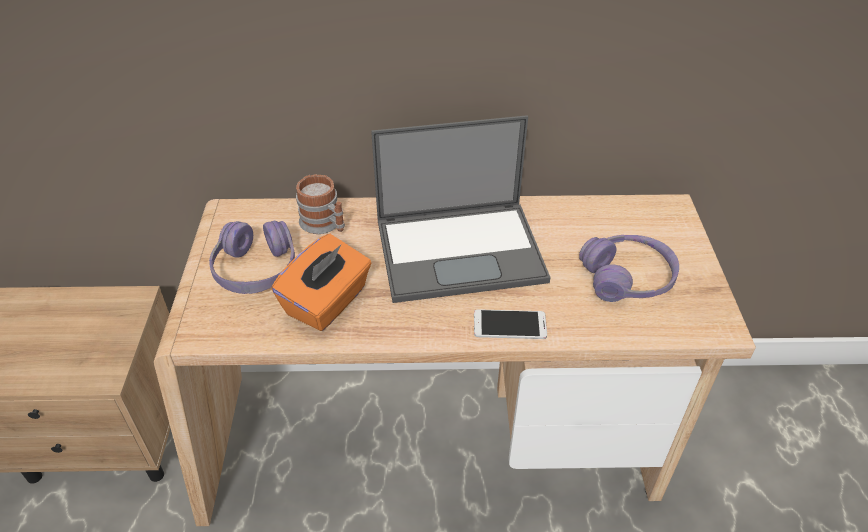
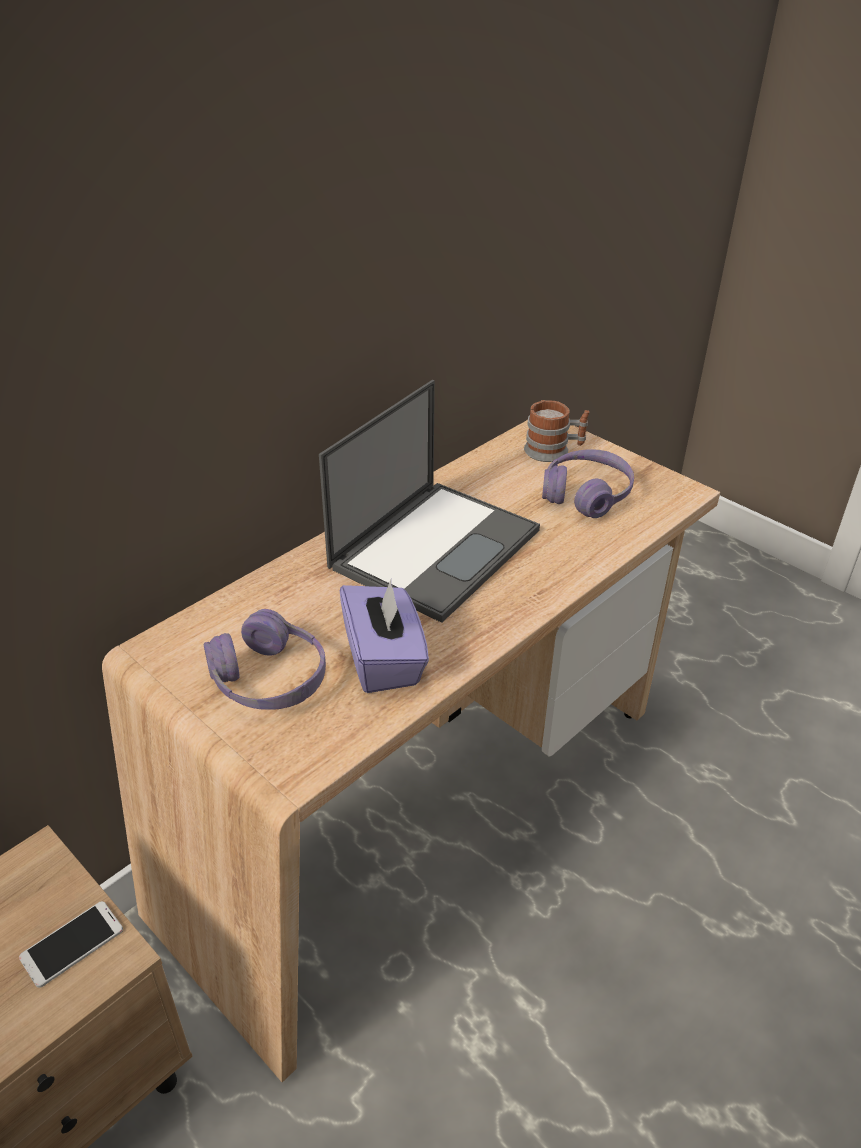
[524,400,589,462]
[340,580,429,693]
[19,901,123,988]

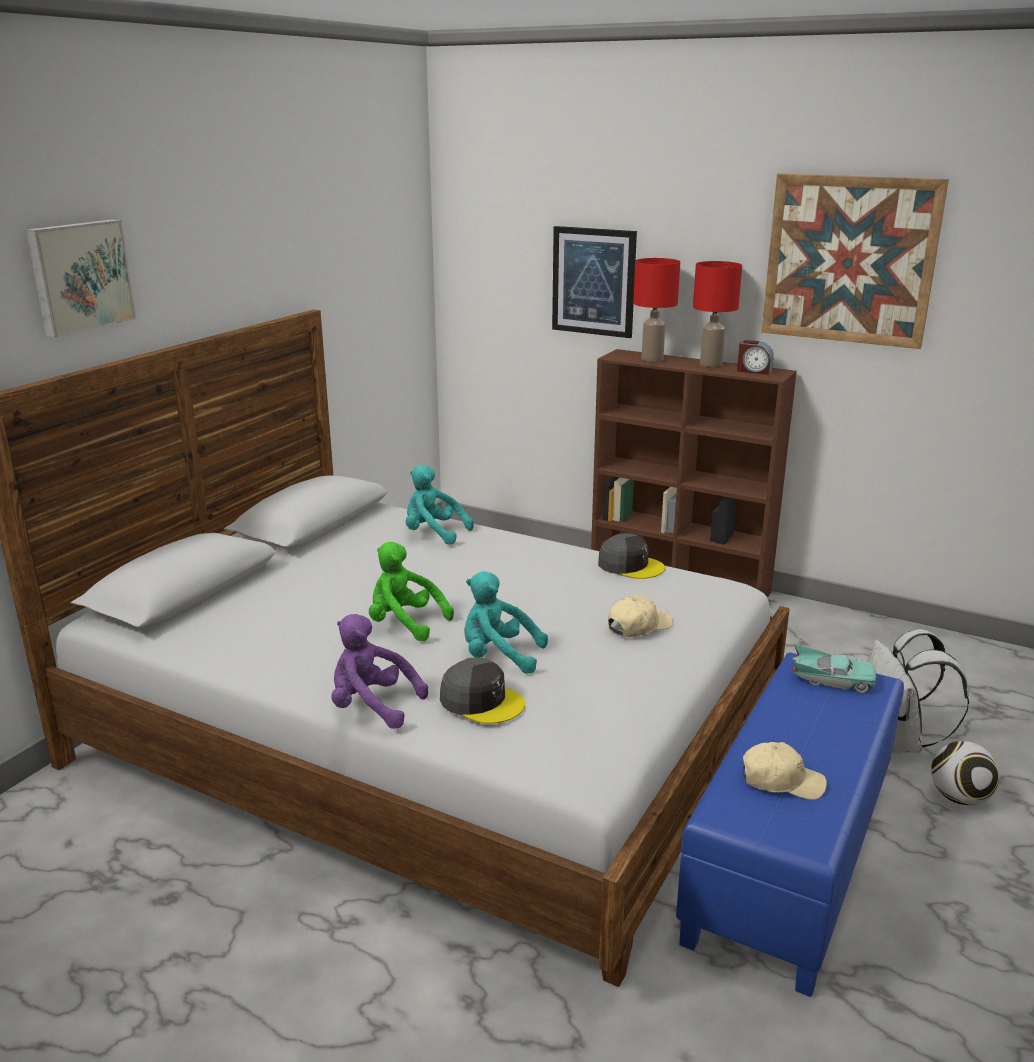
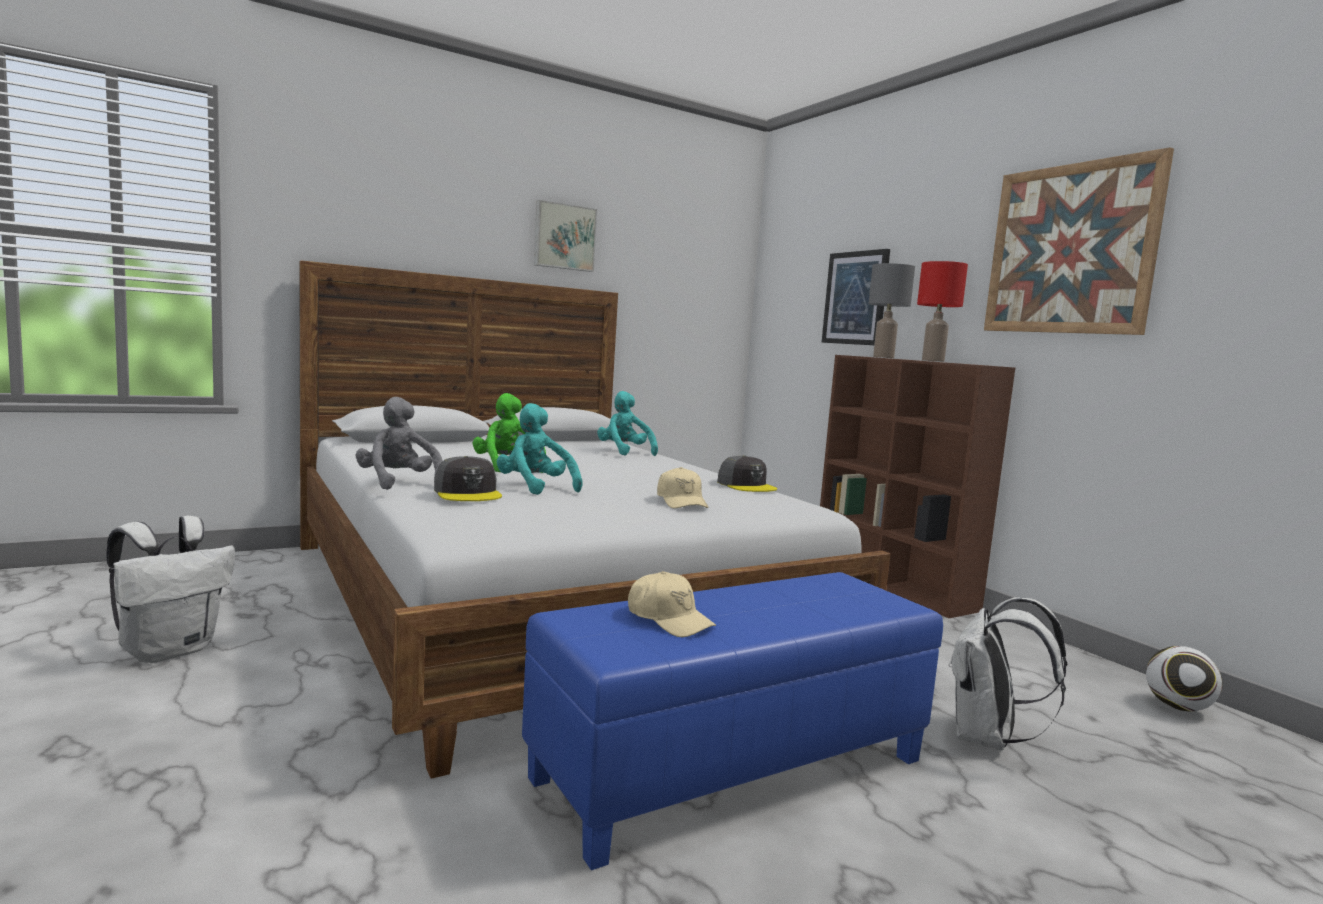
[534,200,597,272]
[869,263,915,358]
[737,340,774,375] (first image)
[657,467,708,508]
[355,397,443,490]
[791,644,876,693] (first image)
[1146,646,1222,711]
[106,516,235,663]

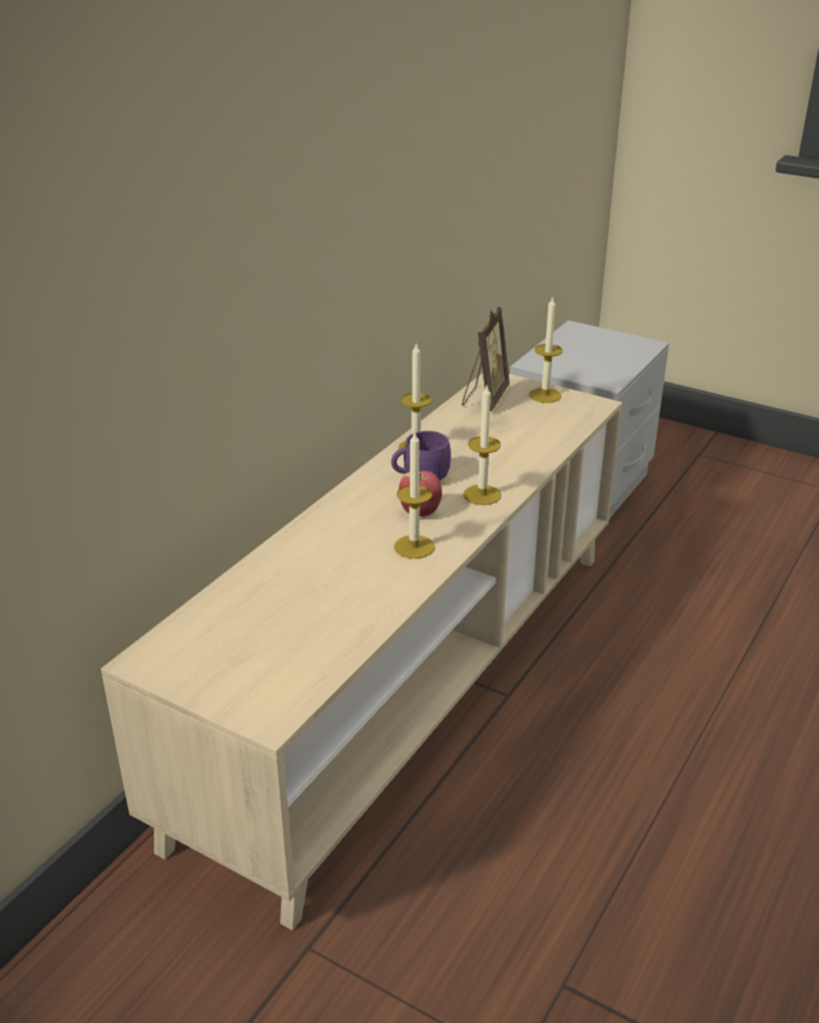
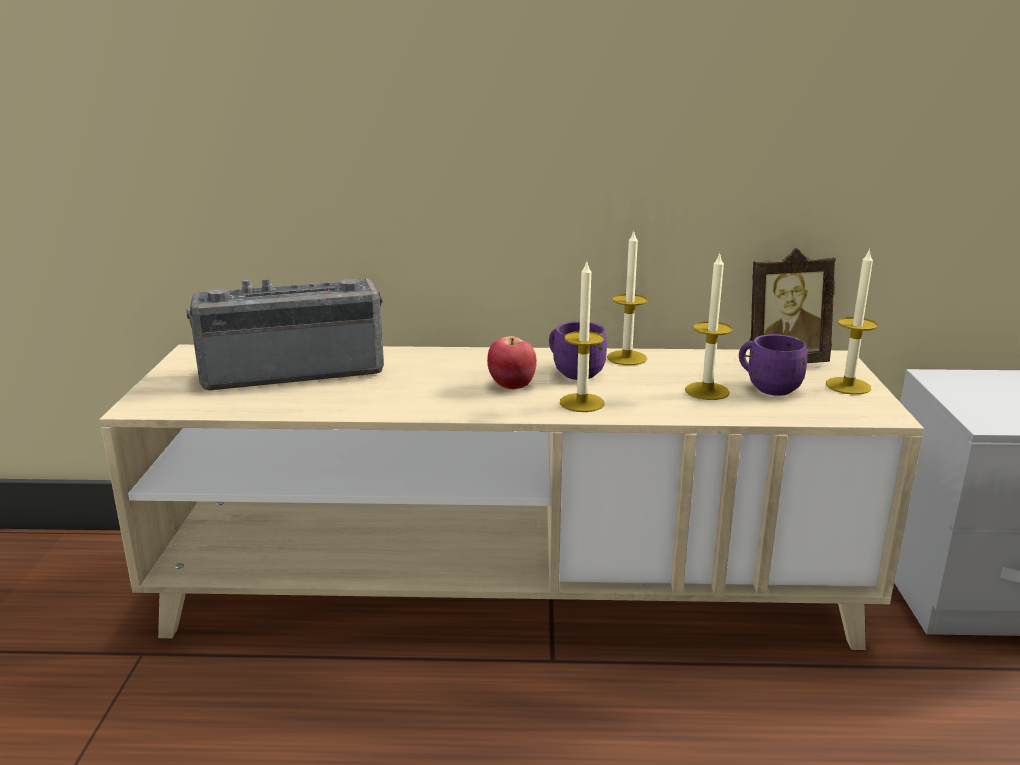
[685,253,733,400]
[187,278,384,390]
[739,334,807,396]

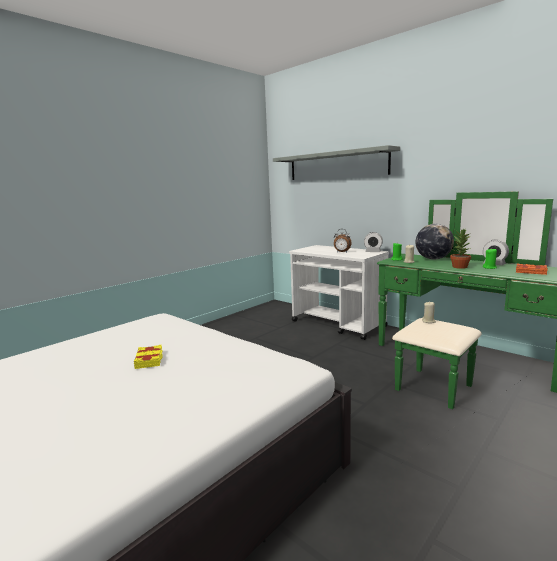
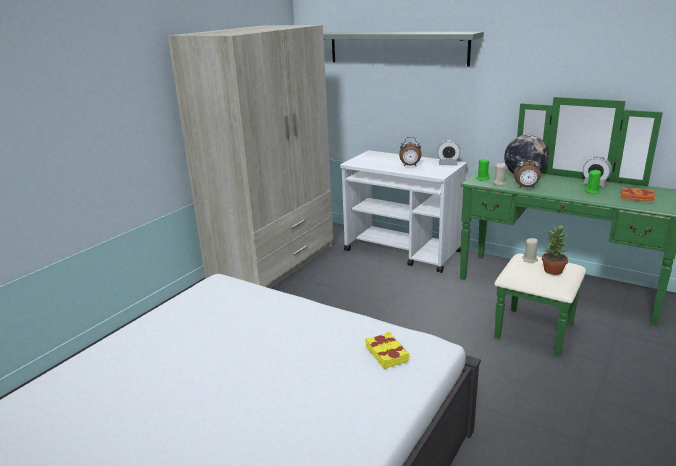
[542,225,569,275]
[365,332,409,369]
[168,25,333,288]
[514,155,542,188]

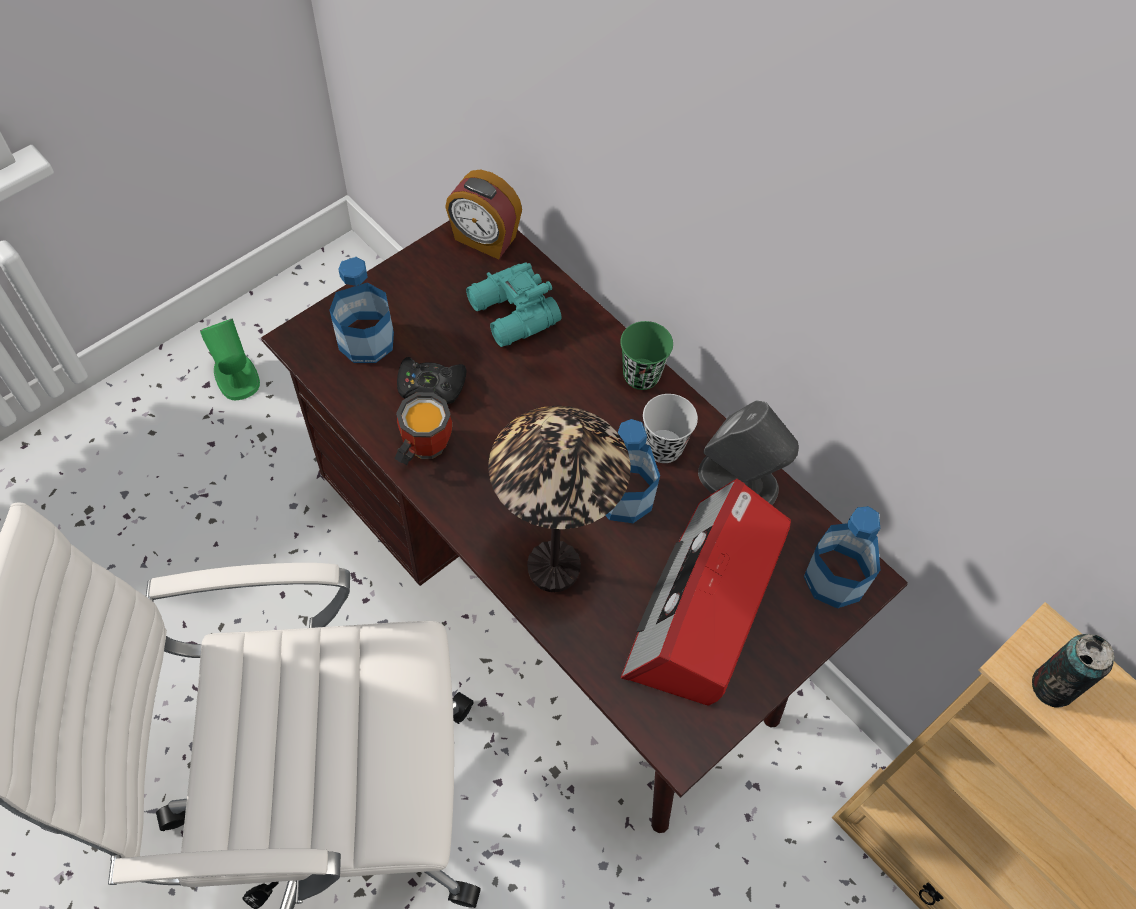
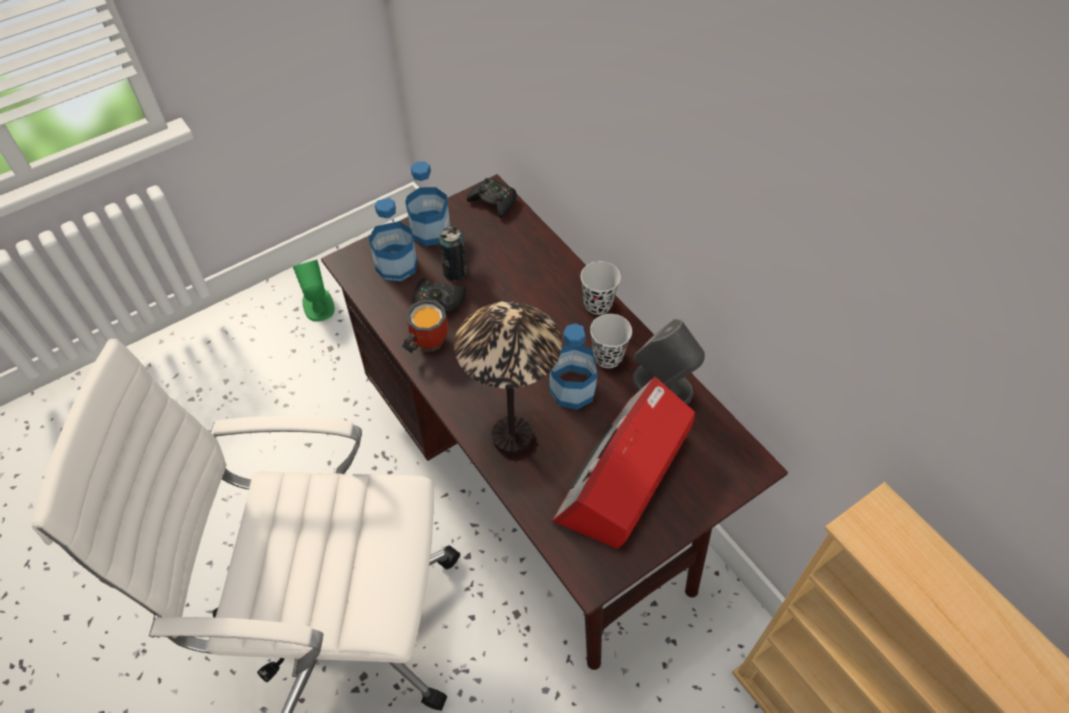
[467,178,517,218]
[466,262,561,347] (first image)
[581,261,621,315]
[405,161,450,246]
[439,227,468,281]

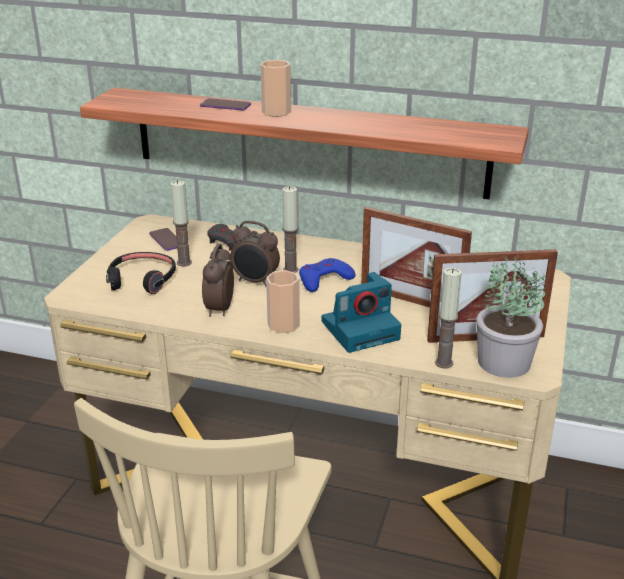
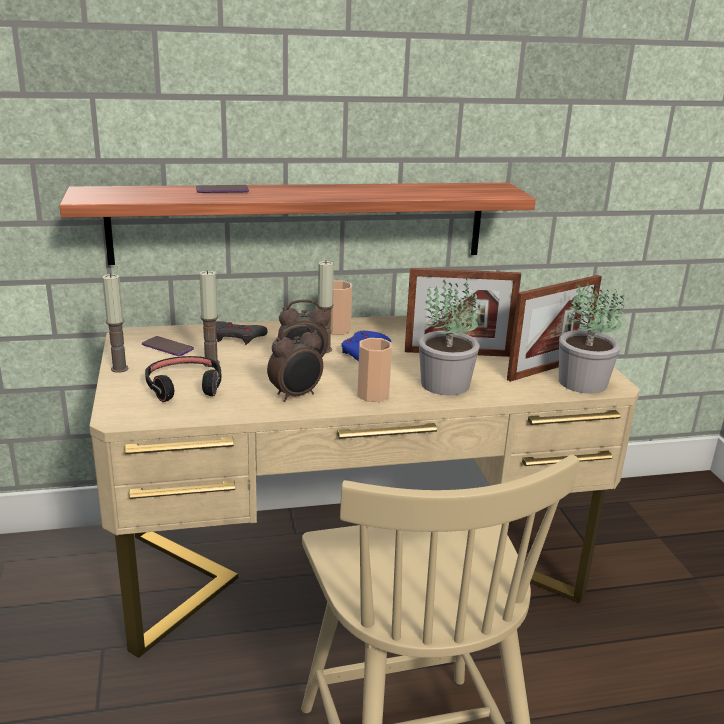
[330,280,352,334]
[267,324,323,402]
[102,273,129,373]
[419,277,480,395]

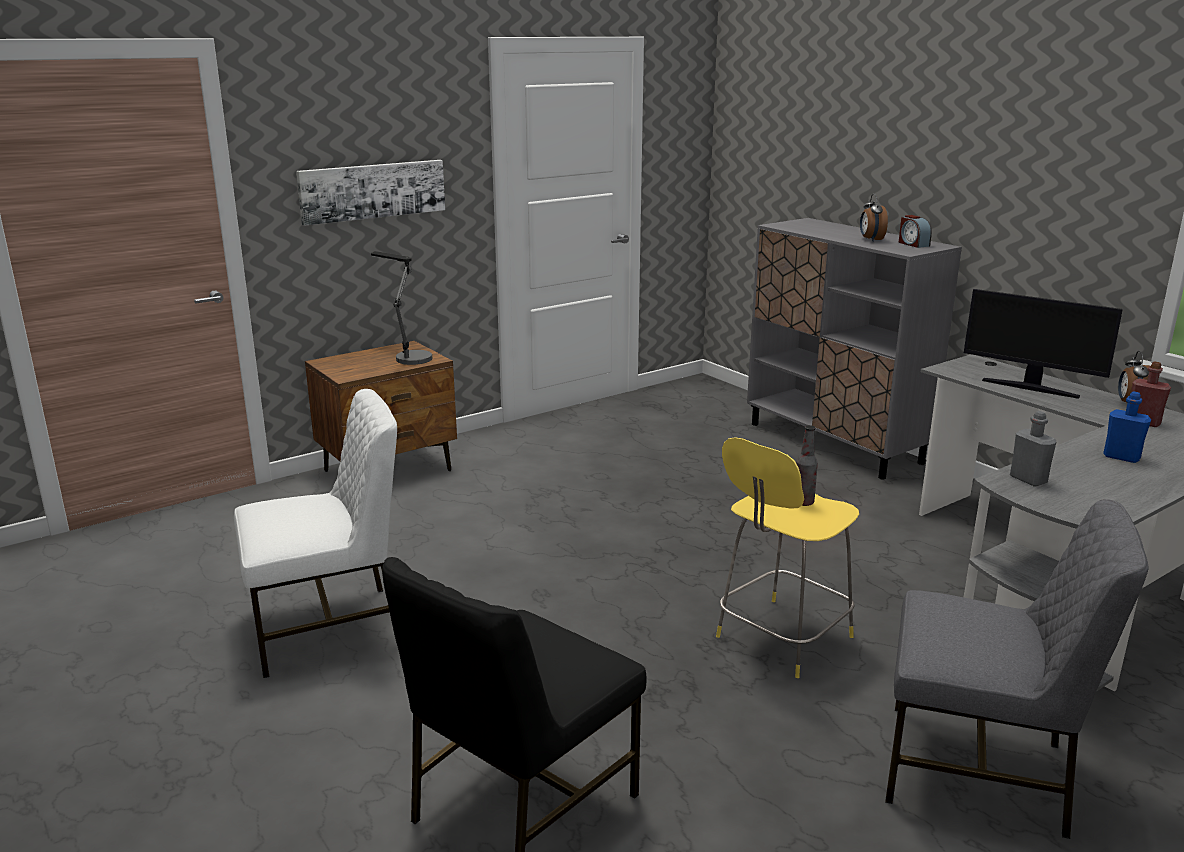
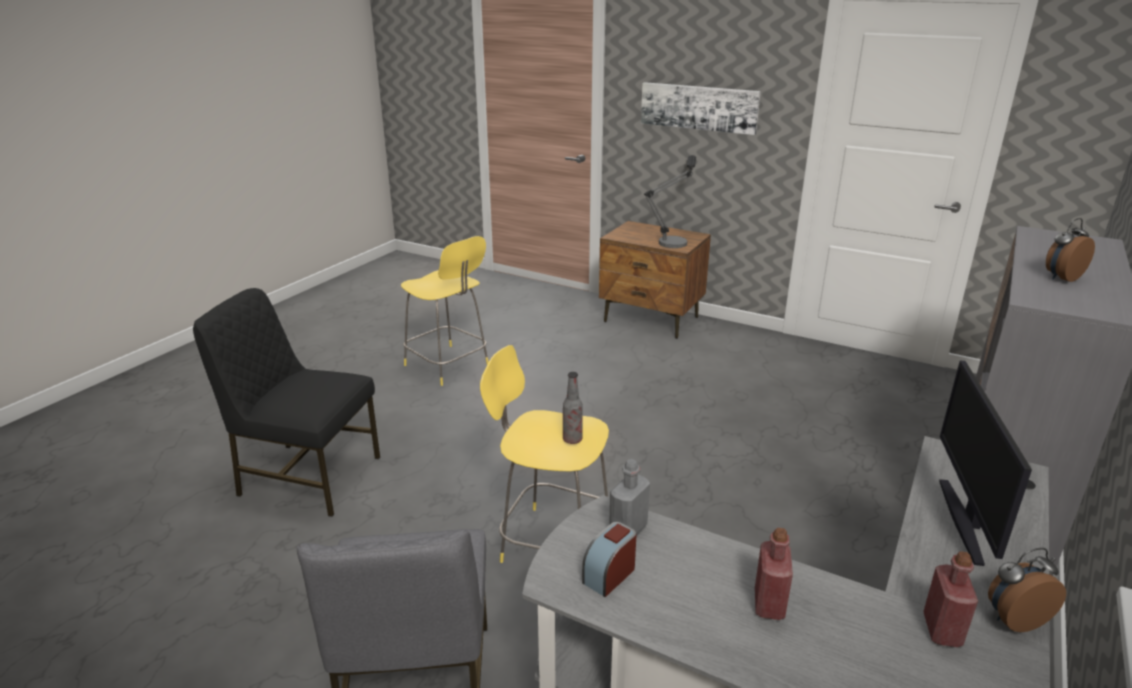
[582,522,637,597]
[401,236,489,386]
[755,528,793,620]

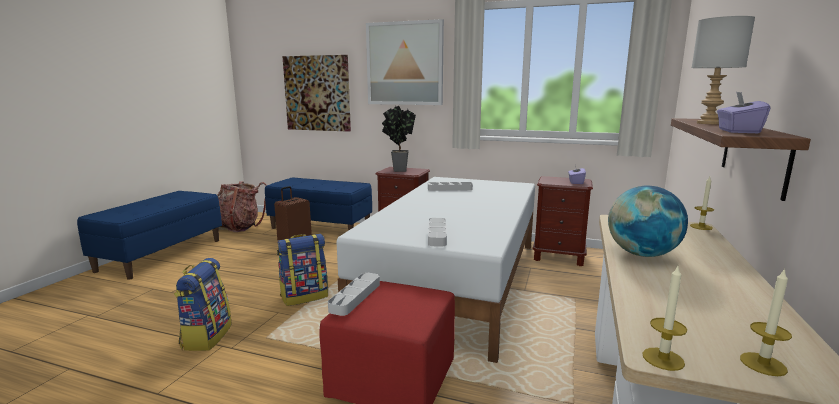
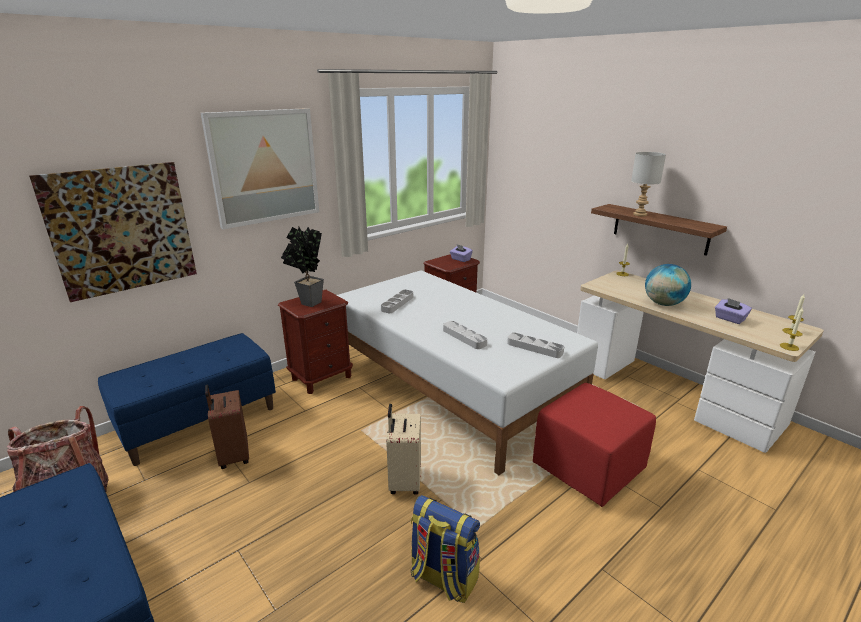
[715,298,752,324]
[386,404,421,495]
[443,321,487,349]

